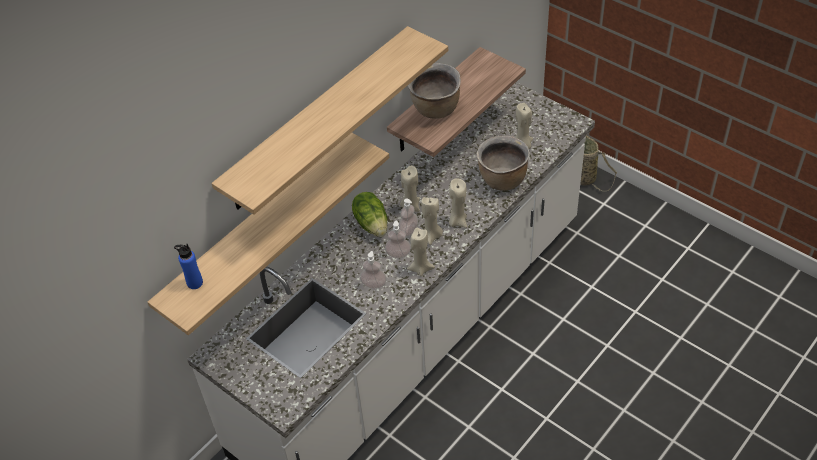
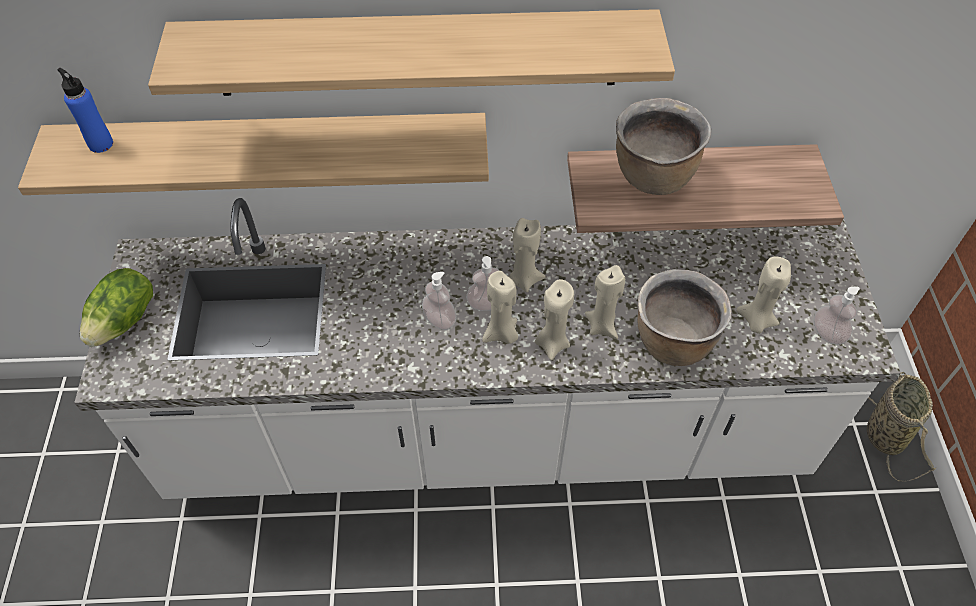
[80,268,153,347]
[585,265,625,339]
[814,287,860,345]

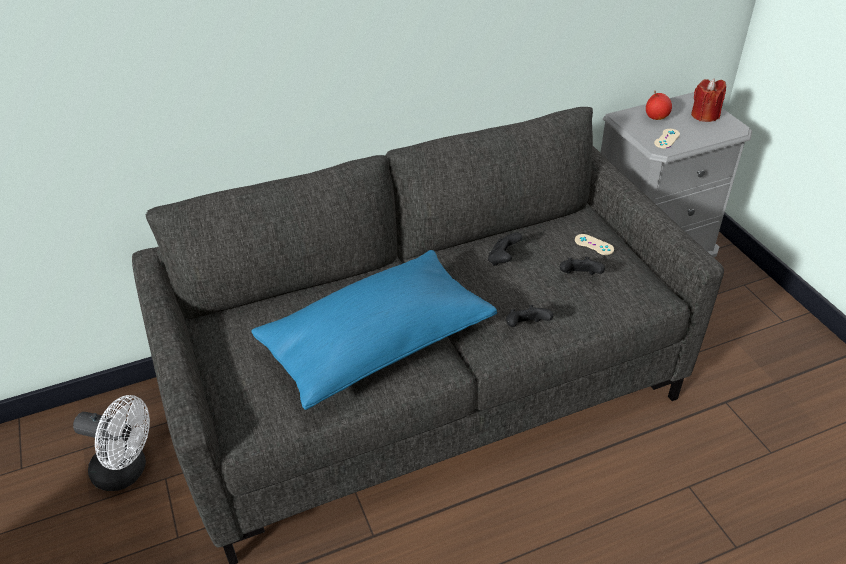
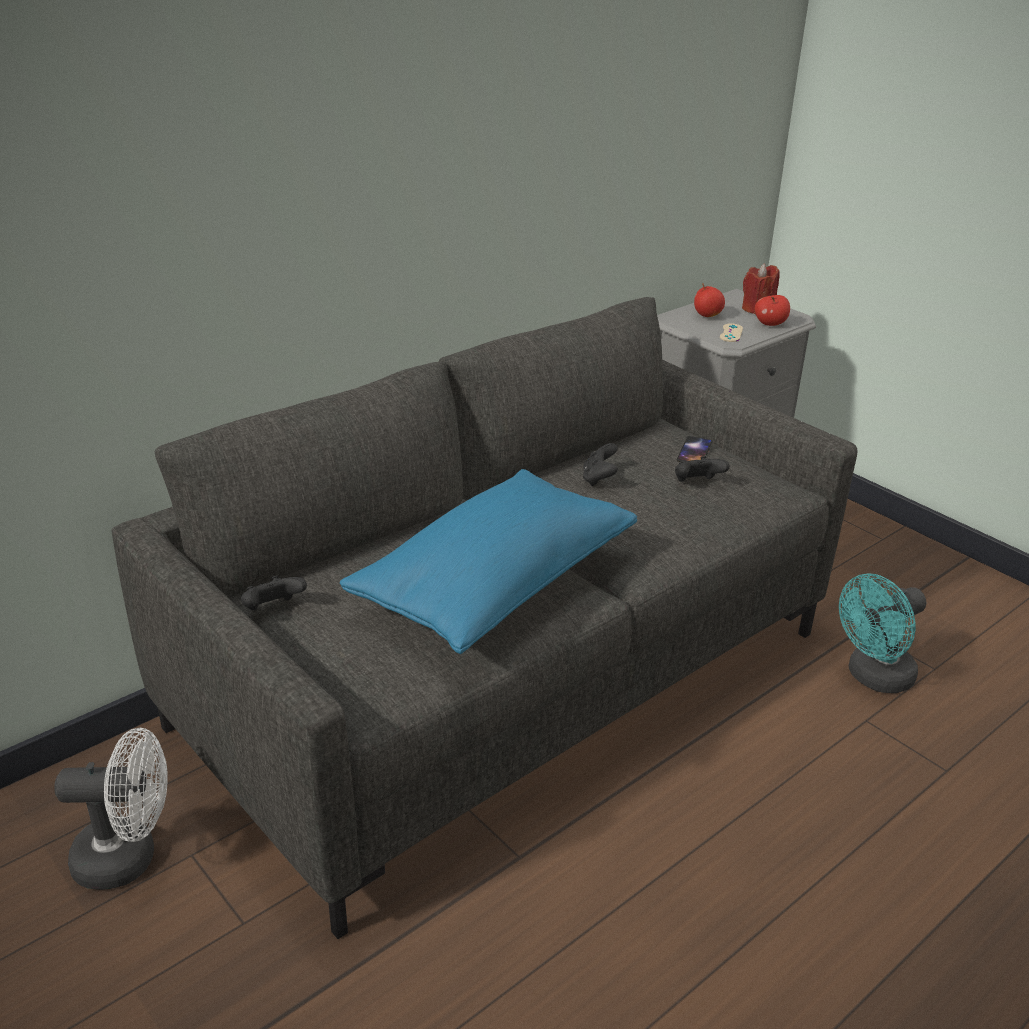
[677,436,712,462]
[241,575,307,610]
[755,295,790,326]
[839,573,926,693]

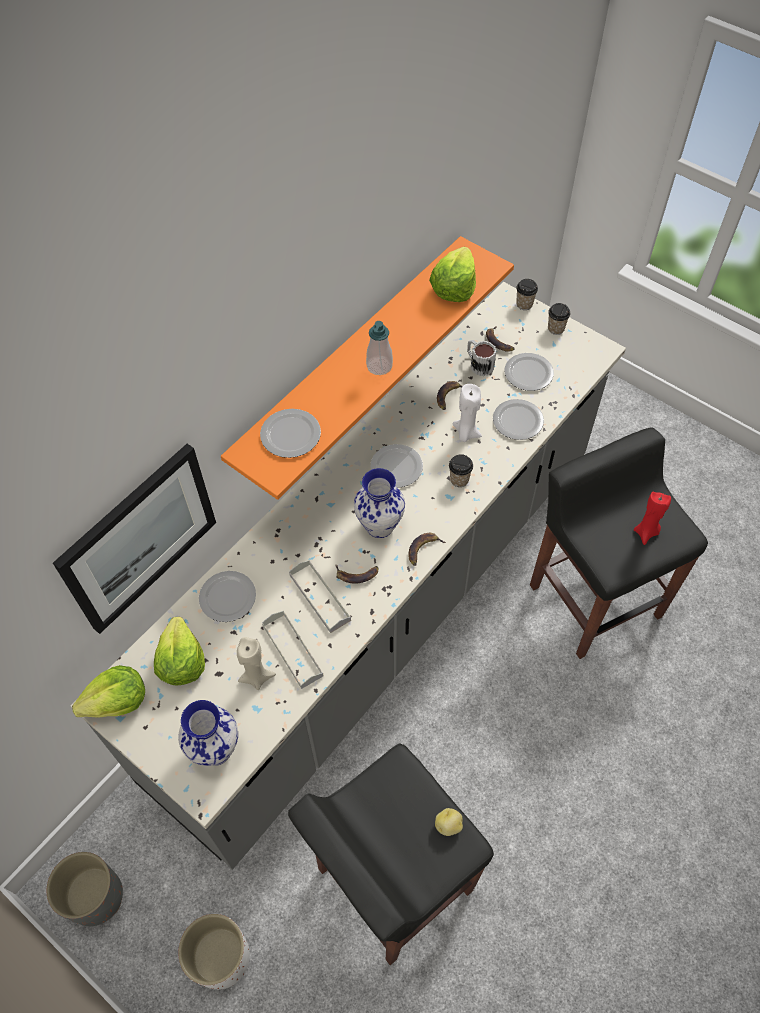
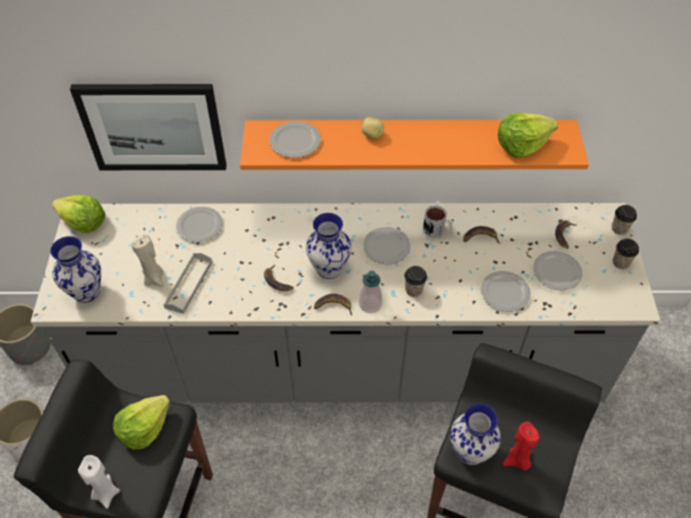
[359,271,382,313]
[423,201,447,238]
[78,455,120,509]
[289,560,351,633] (first image)
[113,395,170,450]
[362,117,384,139]
[450,403,501,465]

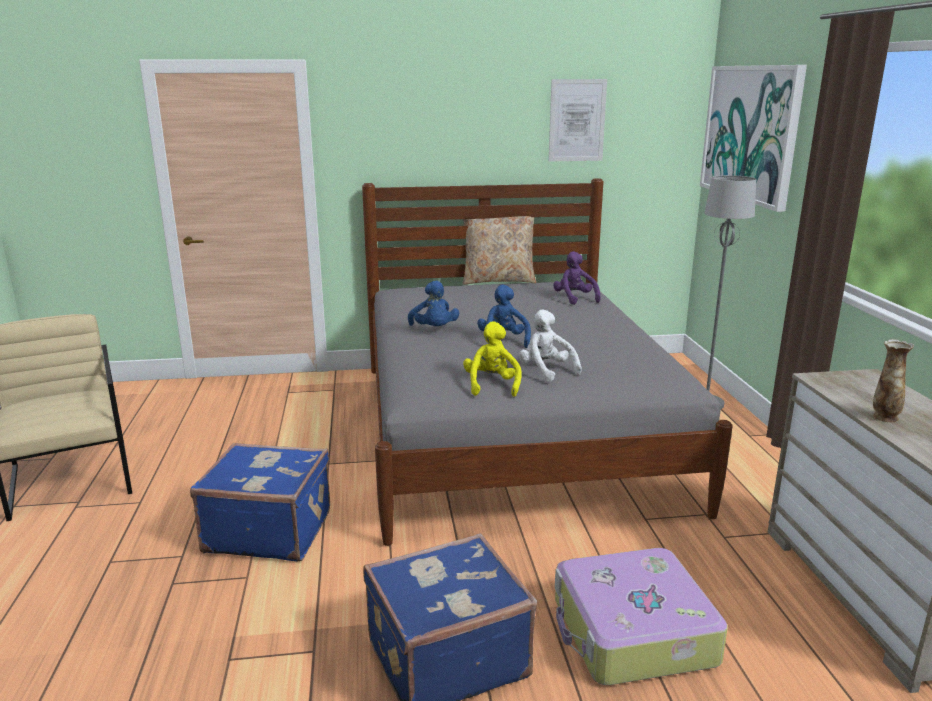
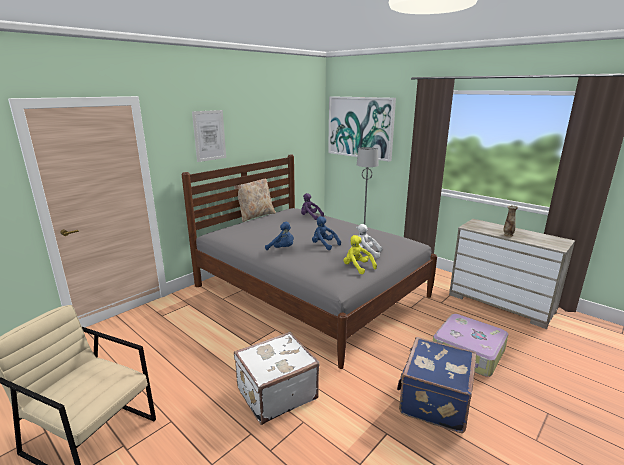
[192,110,226,162]
[234,332,320,425]

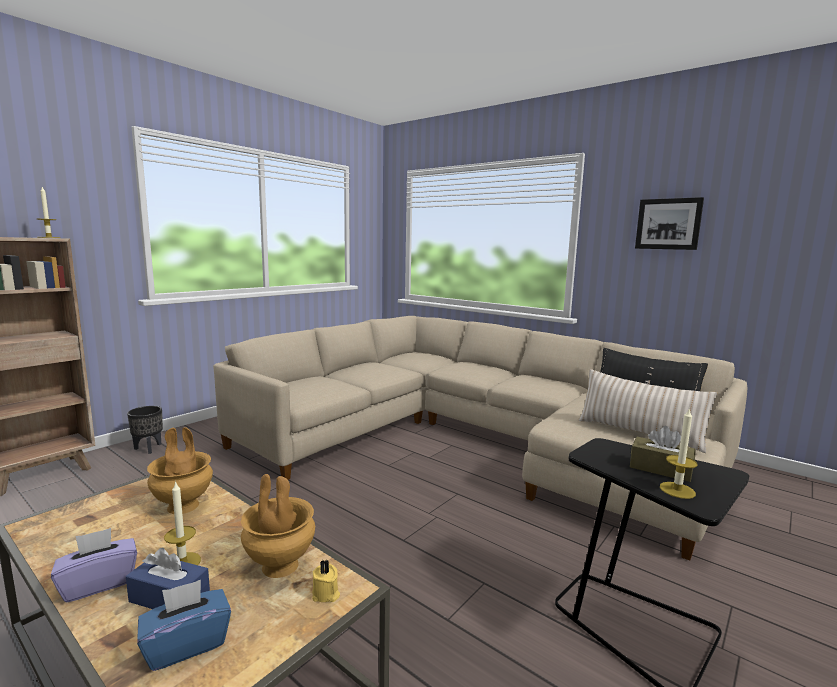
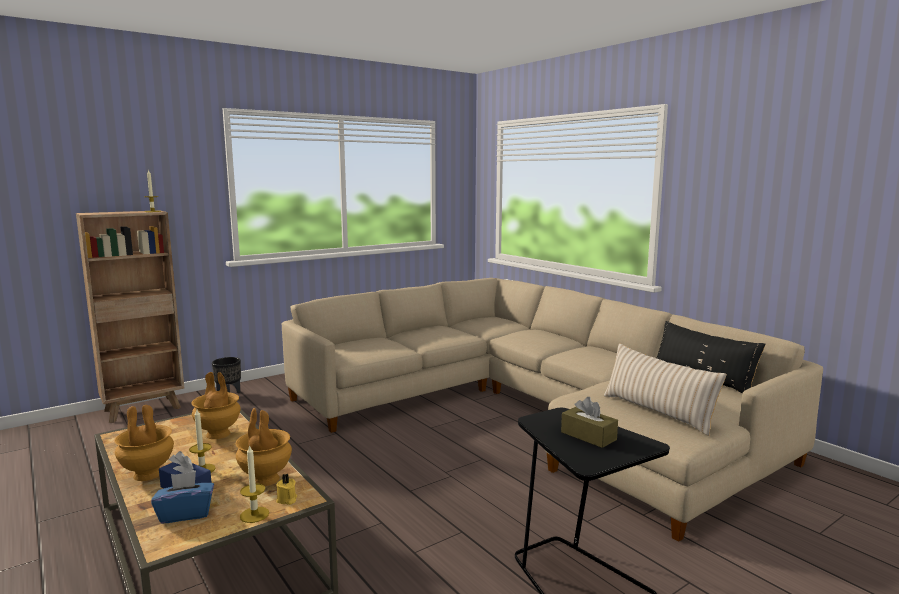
[635,197,704,250] (first image)
[240,444,269,523]
[114,405,174,481]

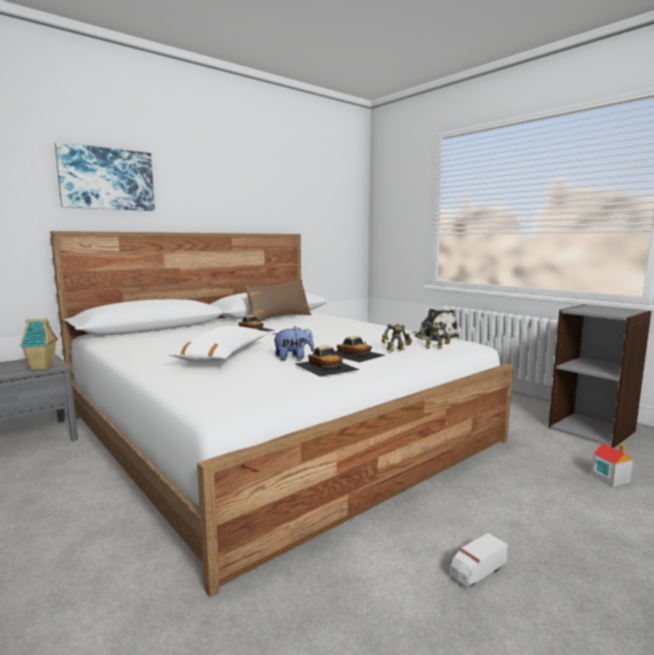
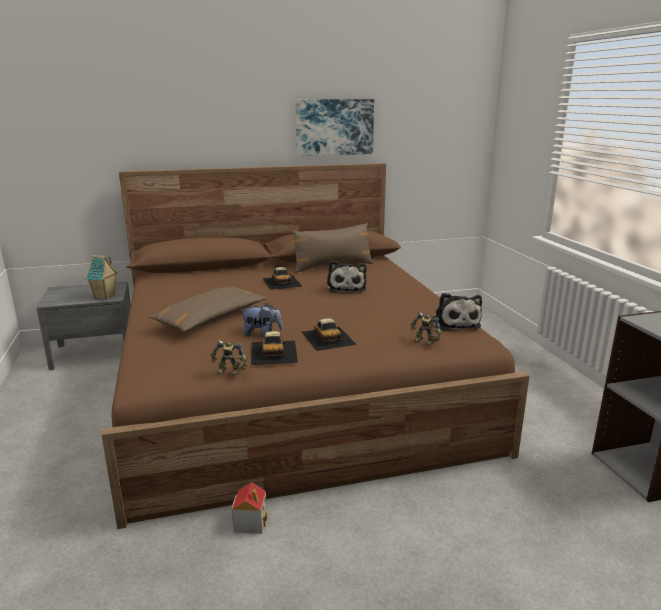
[295,99,374,156]
[102,163,530,529]
[211,340,247,375]
[149,287,268,332]
[232,482,267,534]
[450,533,508,588] (first image)
[327,261,367,293]

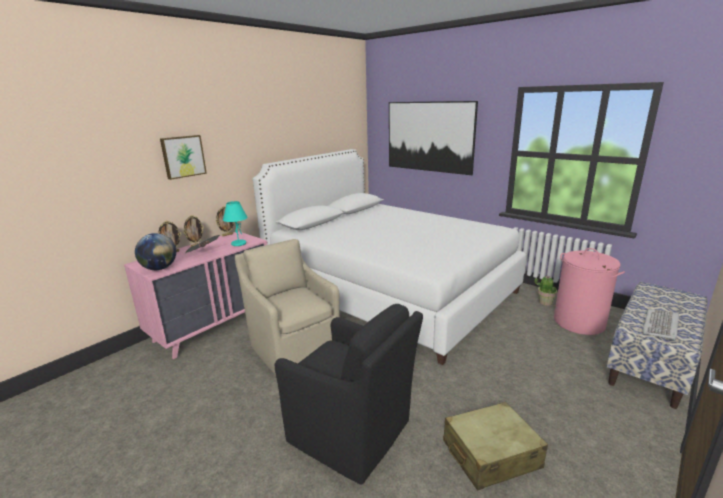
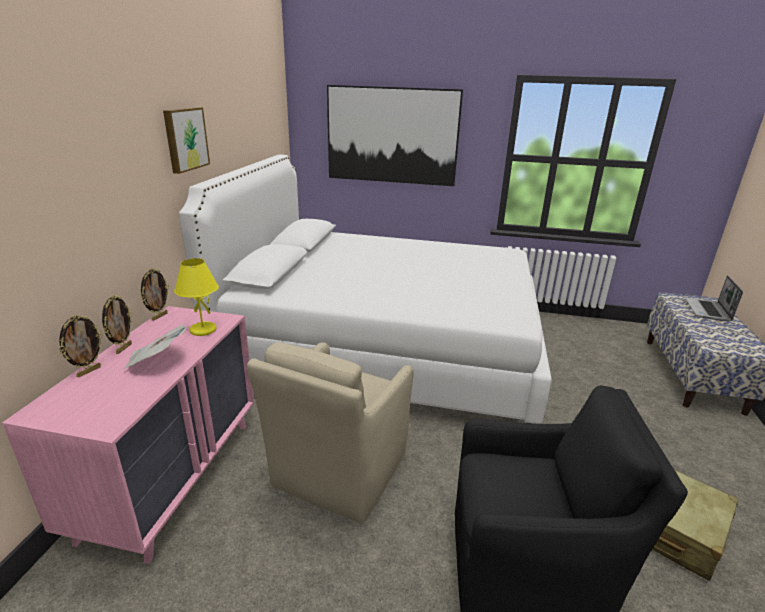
[163,107,210,174]
[174,258,219,336]
[135,233,176,270] (first image)
[247,342,414,524]
[554,248,625,335] (first image)
[534,275,557,306] (first image)
[642,309,679,341] (first image)
[685,275,743,321]

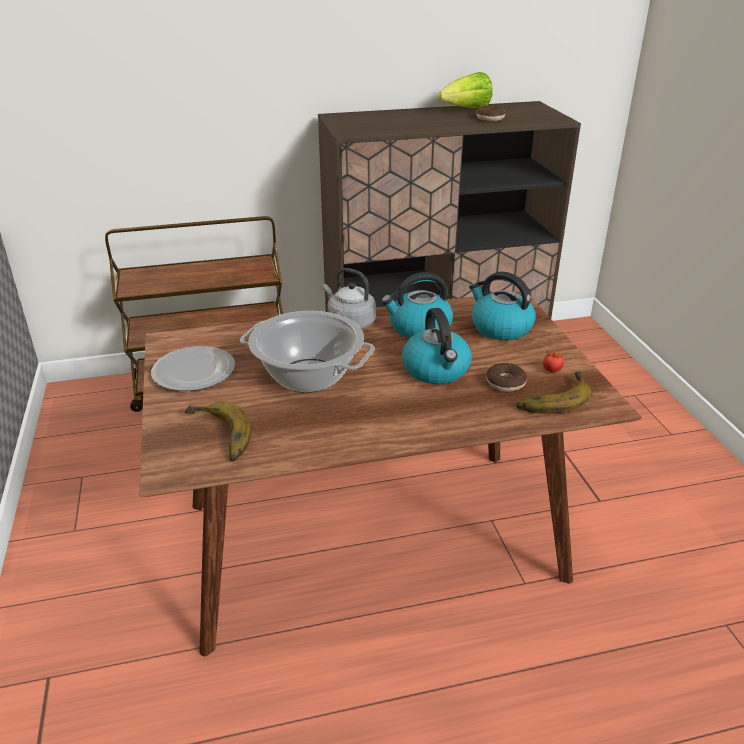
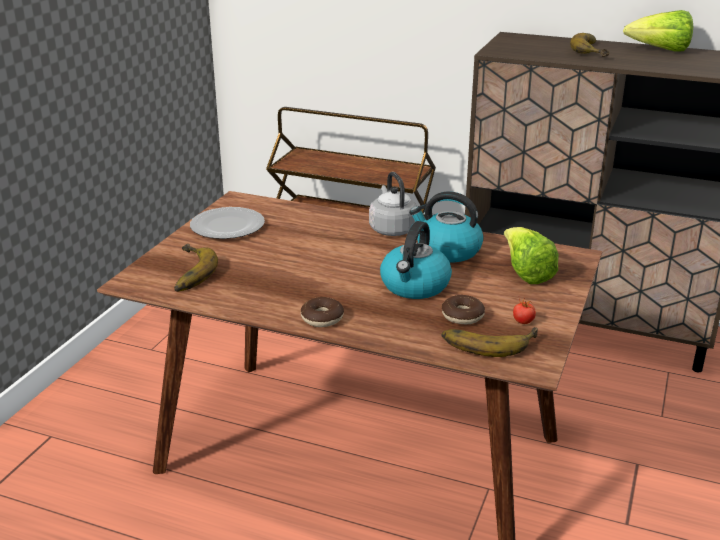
[301,297,344,327]
[504,227,559,284]
[240,311,375,393] (first image)
[570,33,609,57]

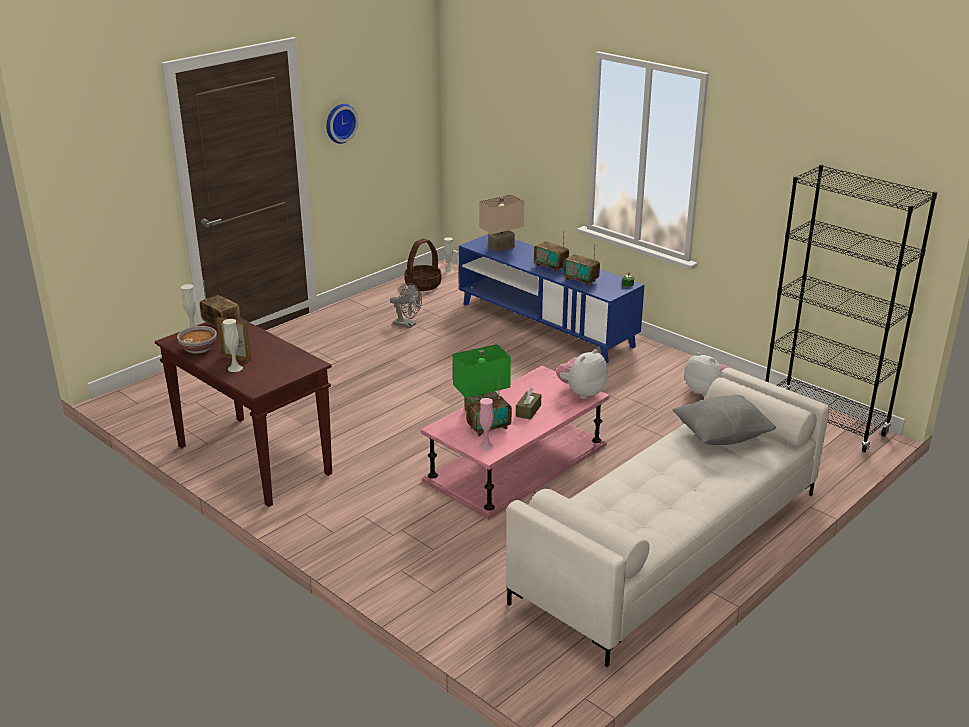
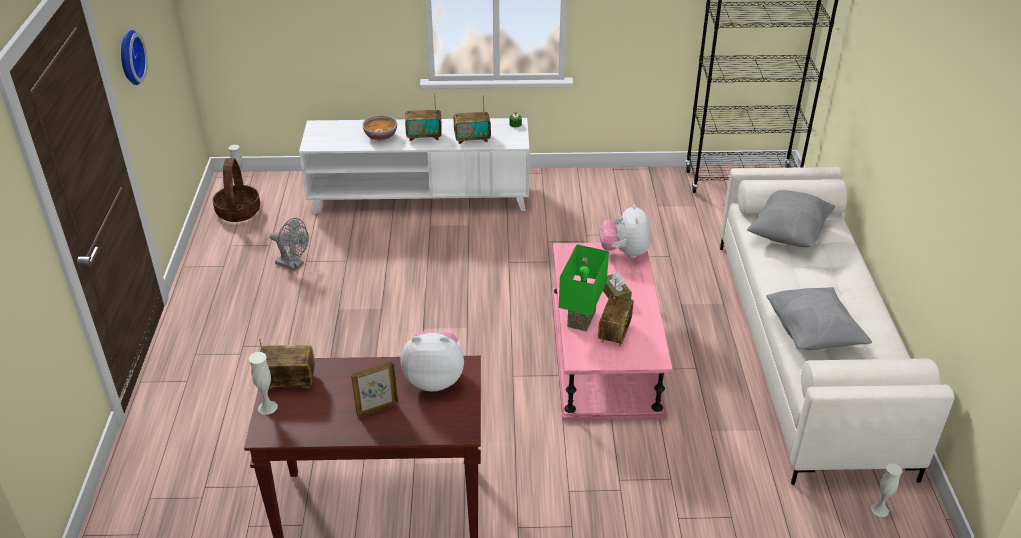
[479,194,524,252] (first image)
[299,118,529,214]
[270,218,309,271]
[871,463,902,517]
[362,115,397,141]
[400,331,464,391]
[479,398,494,451] (first image)
[766,287,872,350]

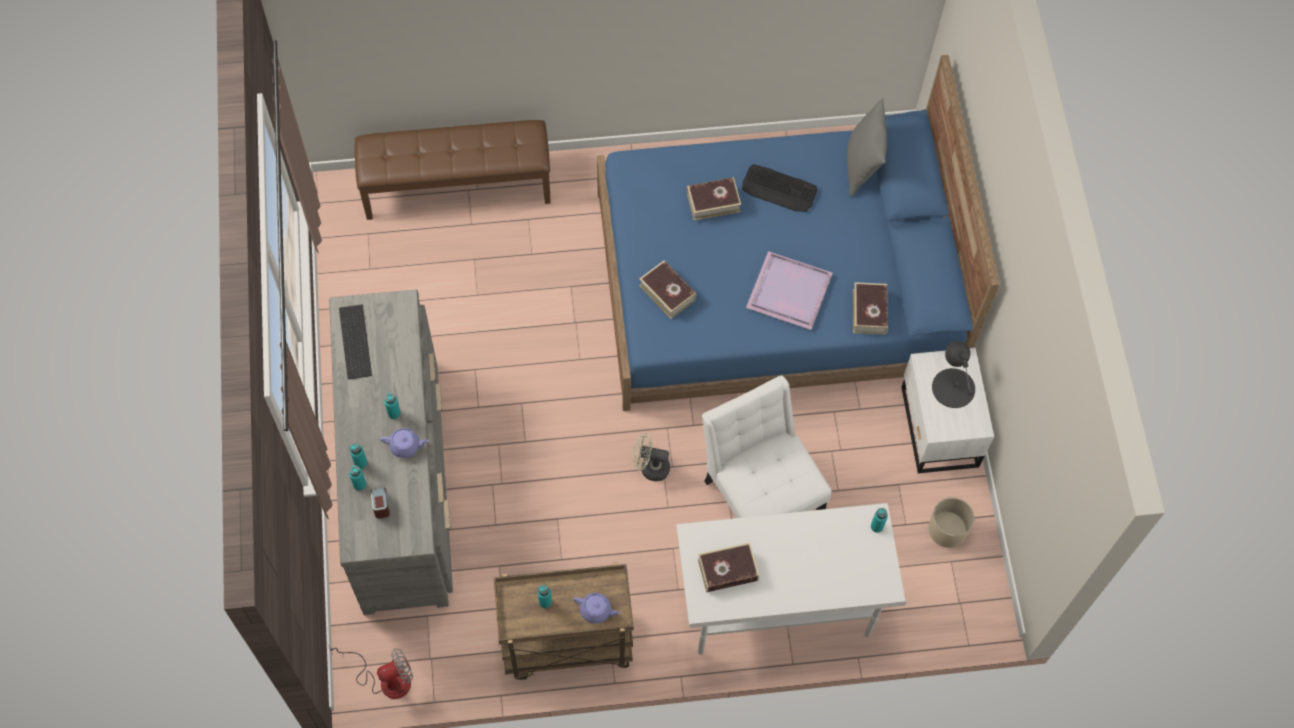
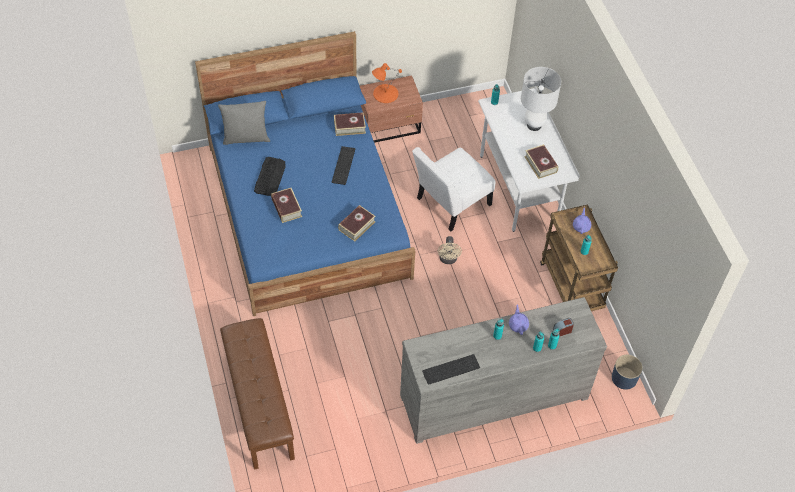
[332,146,355,185]
[372,63,402,103]
[360,75,423,143]
[928,498,974,548] (first image)
[612,355,643,390]
[521,67,561,131]

